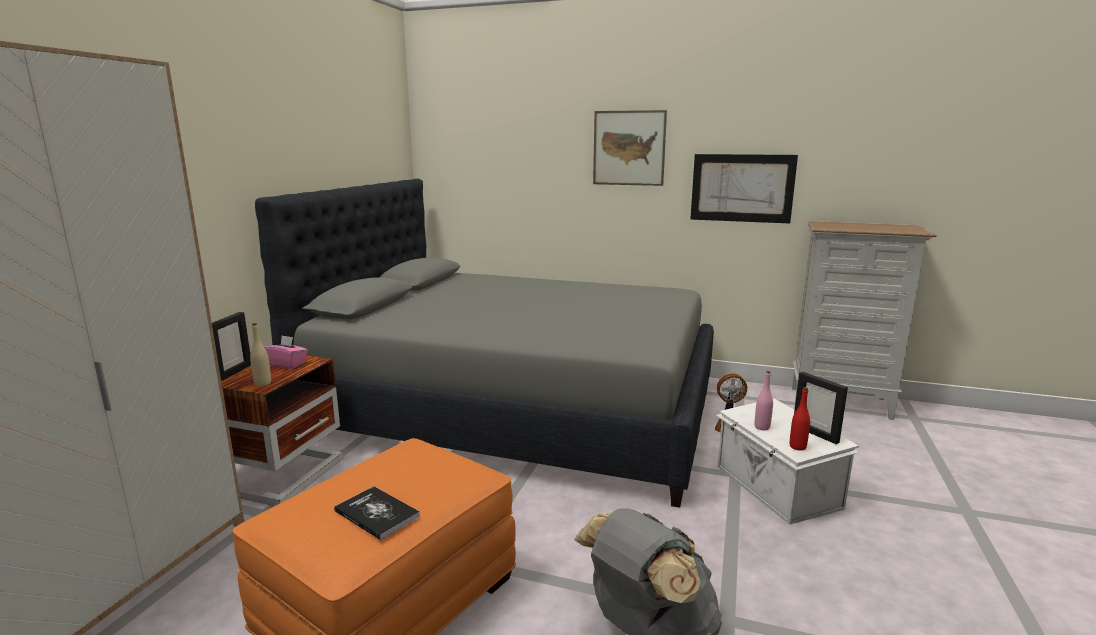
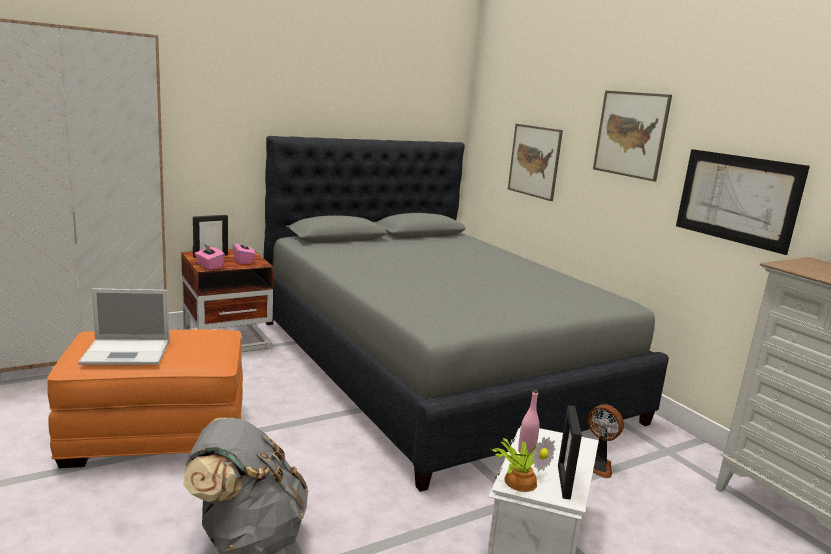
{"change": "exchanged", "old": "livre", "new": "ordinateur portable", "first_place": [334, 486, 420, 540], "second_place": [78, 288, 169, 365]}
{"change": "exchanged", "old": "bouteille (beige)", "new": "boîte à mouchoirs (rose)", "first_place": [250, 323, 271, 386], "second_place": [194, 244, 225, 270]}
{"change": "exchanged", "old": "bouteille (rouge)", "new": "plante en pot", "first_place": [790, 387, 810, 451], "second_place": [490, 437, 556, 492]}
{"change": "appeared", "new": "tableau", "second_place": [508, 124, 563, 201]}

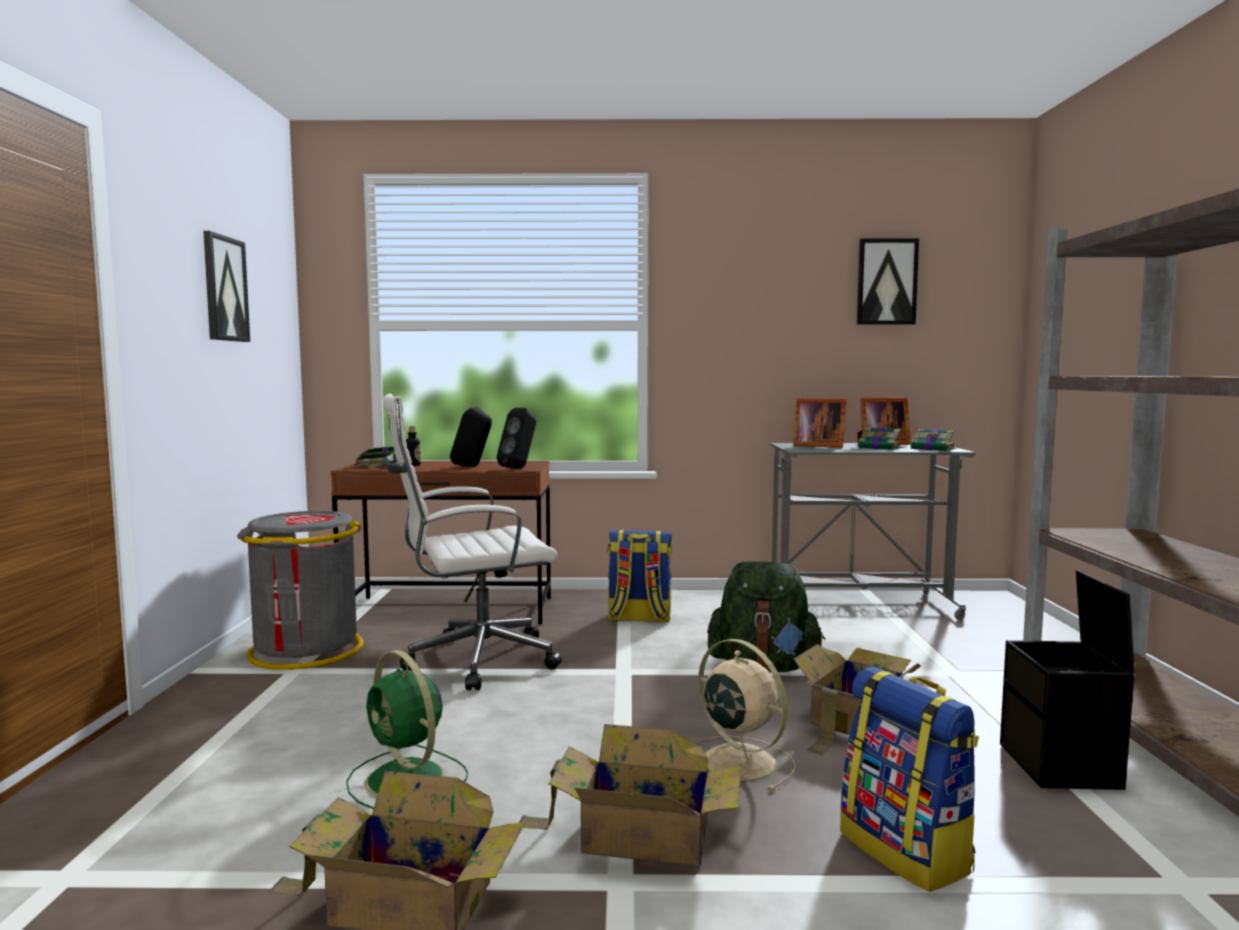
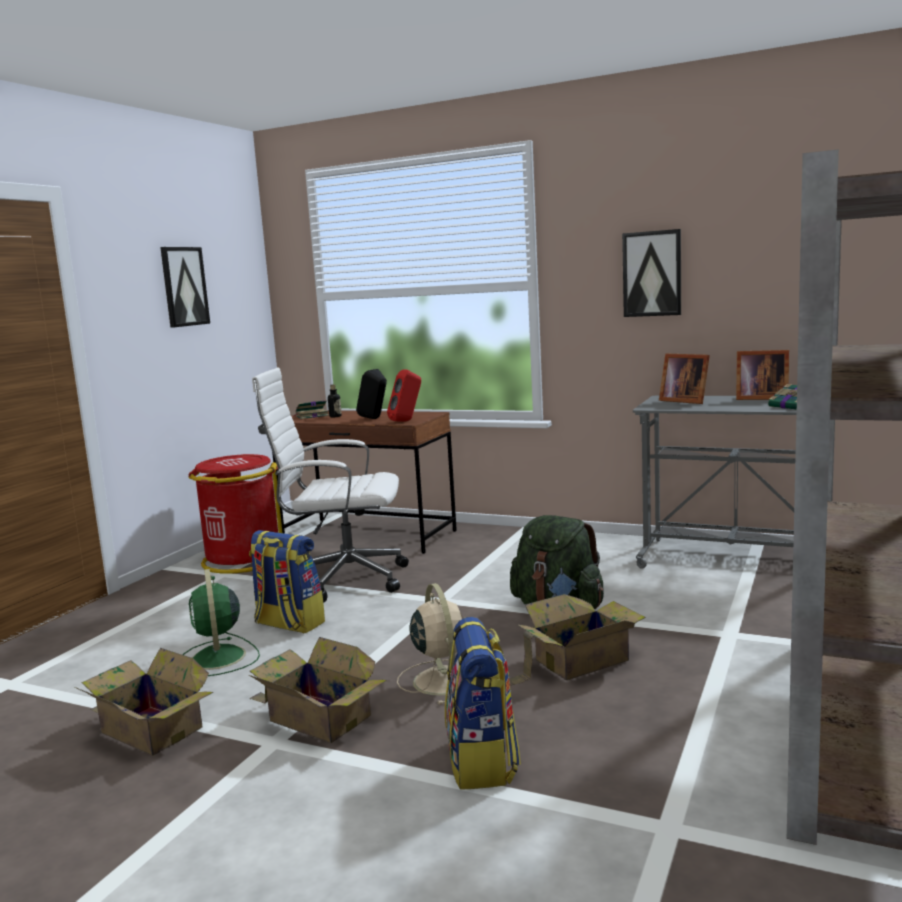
{"change": "colour", "old": "poubelle (gris)", "new": "poubelle (rouge)", "first_place": [237, 511, 363, 670], "second_place": [188, 454, 282, 574]}
{"change": "relocated", "old": "sac à dos", "first_place": [607, 530, 672, 622], "second_place": [249, 530, 325, 634]}
{"change": "colour", "old": "enceinte (noir)", "new": "enceinte (rouge)", "first_place": [496, 408, 536, 468], "second_place": [387, 369, 421, 422]}
{"change": "relocated", "old": "tableau", "first_place": [857, 238, 919, 325], "second_place": [622, 229, 681, 317]}
{"change": "missing", "old": "livre", "first_place": [858, 427, 903, 450]}
{"change": "missing", "old": "boîte de rangement (noir)", "first_place": [1000, 570, 1135, 790]}

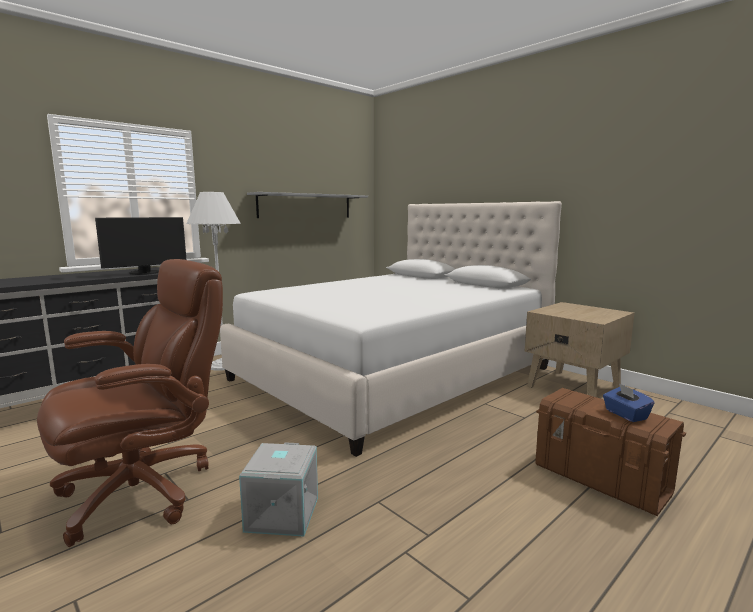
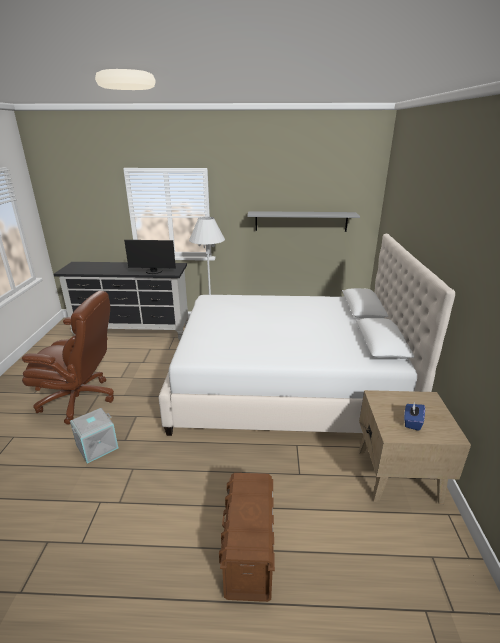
{"change": "relocated", "old": "boîte à mouchoirs (bleu)", "first_place": [603, 383, 655, 422], "second_place": [404, 402, 425, 431]}

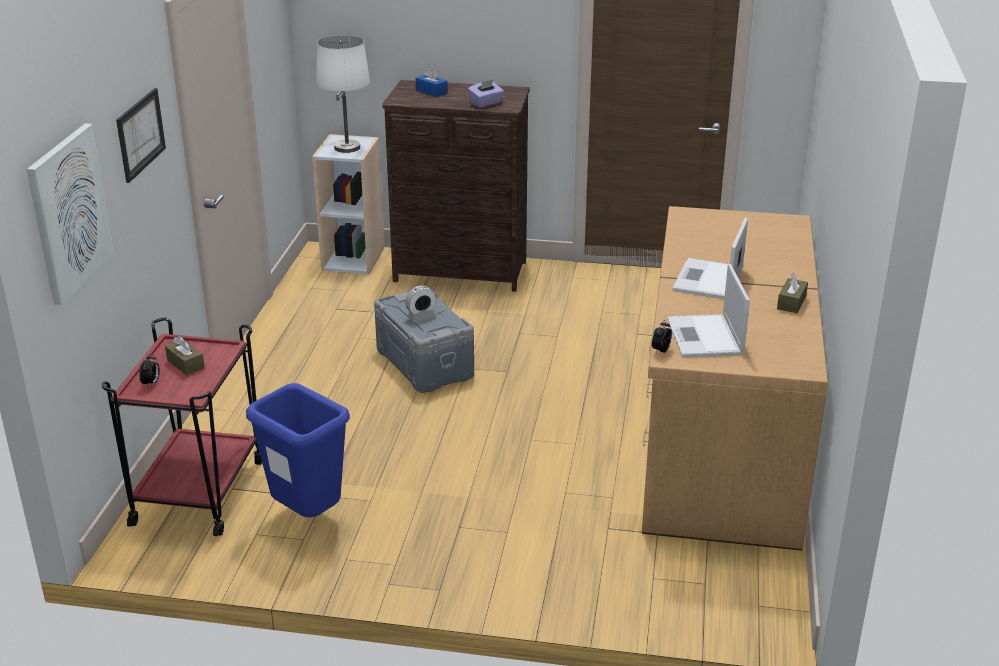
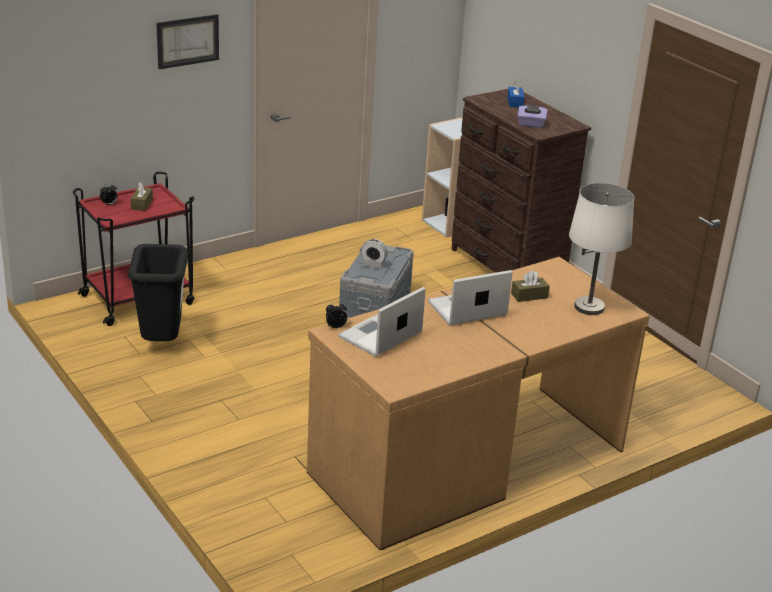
{"change": "colour", "old": "poubelle (bleu)", "new": "poubelle (noir)", "first_place": [246, 383, 350, 517], "second_place": [128, 244, 188, 341]}
{"change": "relocated", "old": "boîte à mouchoirs (marron)", "first_place": [777, 273, 808, 313], "second_place": [511, 270, 550, 302]}
{"change": "relocated", "old": "lampe de table (blanc)", "first_place": [316, 35, 370, 153], "second_place": [569, 183, 634, 315]}
{"change": "missing", "old": "tableau", "first_place": [27, 123, 114, 305]}

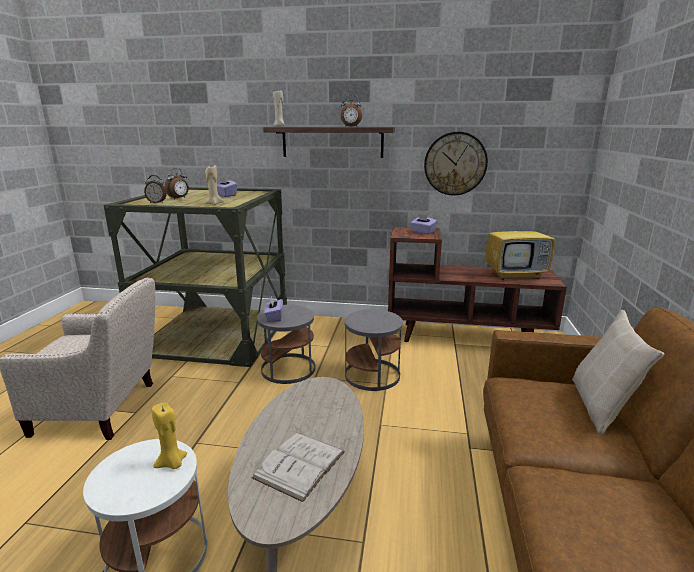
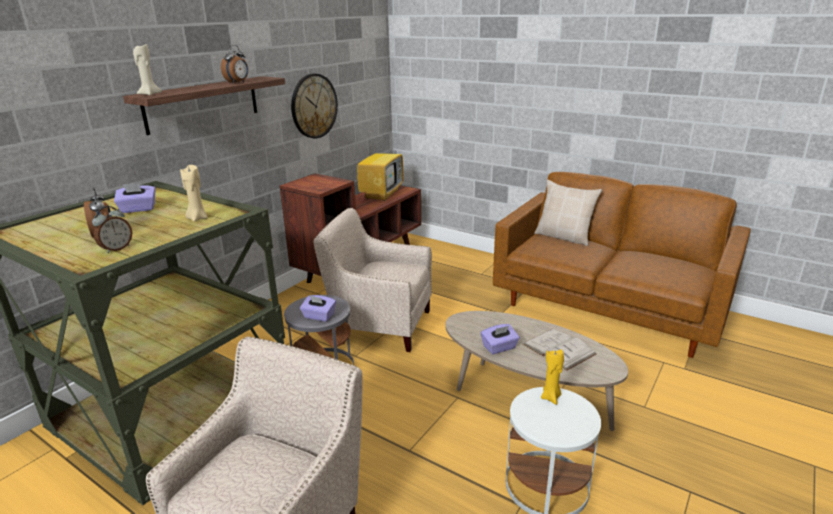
{"change": "exchanged", "old": "table d'appoint (gris)", "new": "fauteuil (beige)", "first_place": [345, 309, 403, 391], "second_place": [314, 208, 432, 352]}
{"change": "relocated", "old": "boîte à mouchoirs (violet)", "first_place": [410, 214, 437, 234], "second_place": [481, 324, 520, 354]}

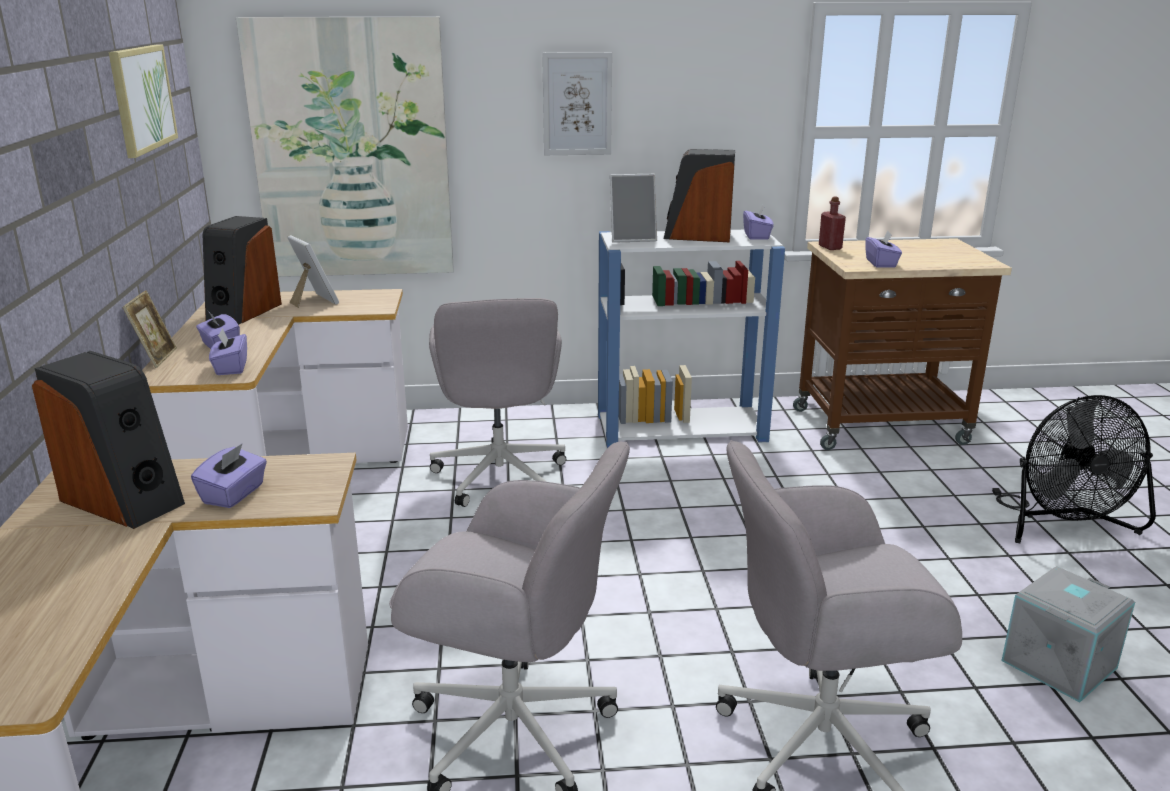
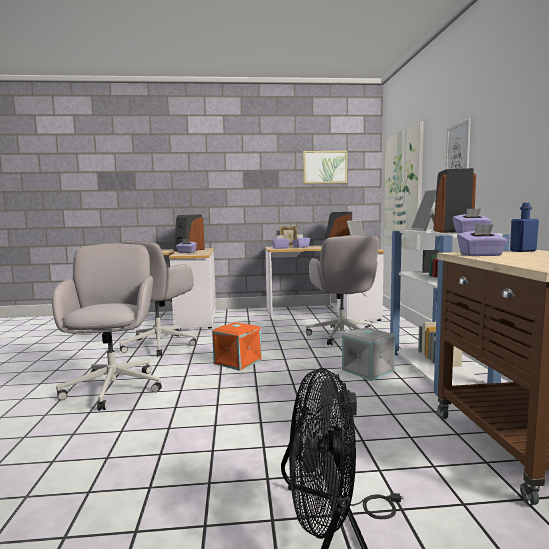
{"change": "appeared", "new": "boîte de rangement (orange)", "second_place": [212, 322, 262, 371]}
{"change": "spun", "old": "chaise de bureau (gris)", "first_place": [429, 298, 566, 507], "second_place": [306, 235, 379, 346], "degrees": -90}
{"change": "relocated", "old": "boîte de rangement (gris)", "first_place": [1001, 566, 1135, 702], "second_place": [342, 327, 395, 381]}
{"change": "colour", "old": "bouteille (rouge)", "new": "bouteille (bleu)", "first_place": [819, 196, 846, 250], "second_place": [510, 203, 539, 252]}

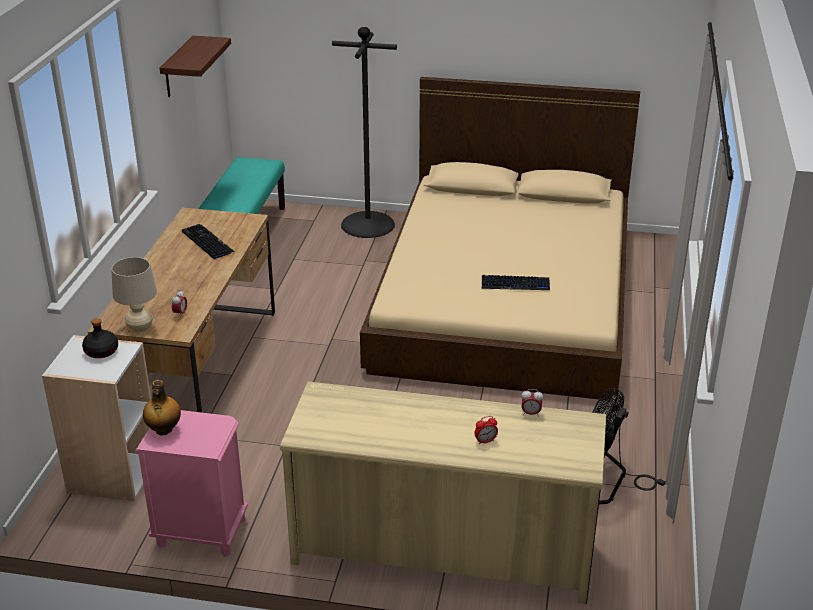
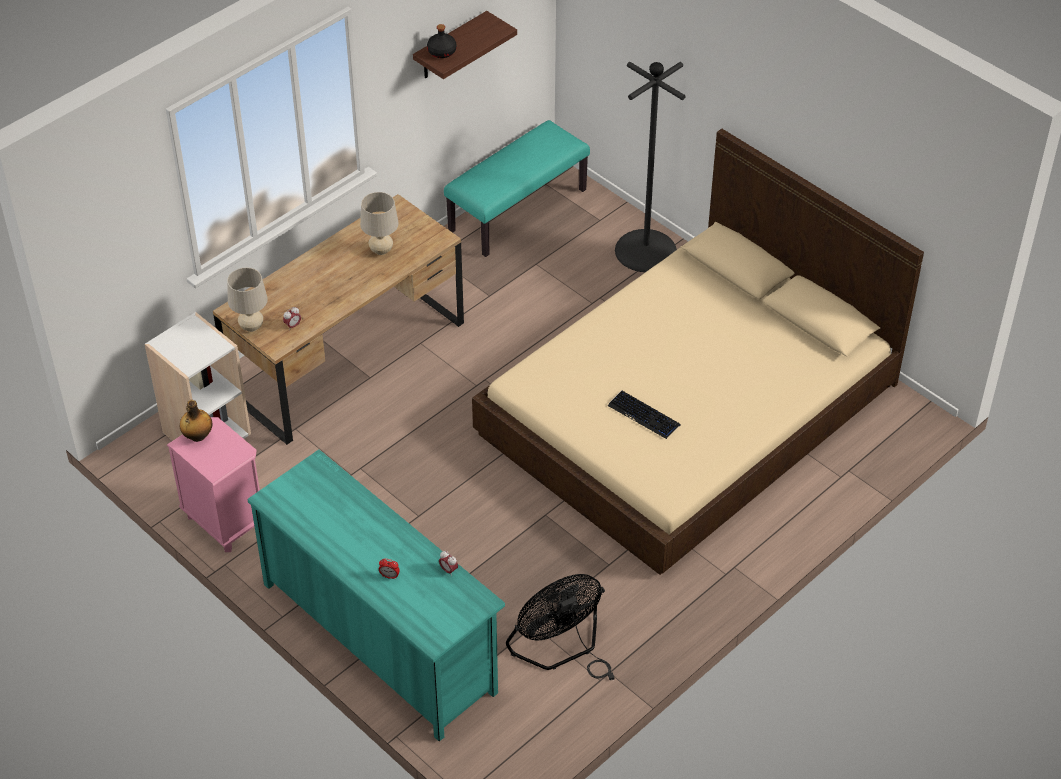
{"change": "colour", "old": "commode (beige)", "new": "commode (turquoise)", "first_place": [280, 381, 606, 604], "second_place": [248, 450, 505, 741]}
{"change": "exchanged", "old": "clavier", "new": "lampe de table (beige)", "first_place": [182, 224, 235, 260], "second_place": [360, 192, 399, 255]}
{"change": "relocated", "old": "bouteille (noir)", "first_place": [82, 318, 118, 358], "second_place": [427, 24, 457, 58]}

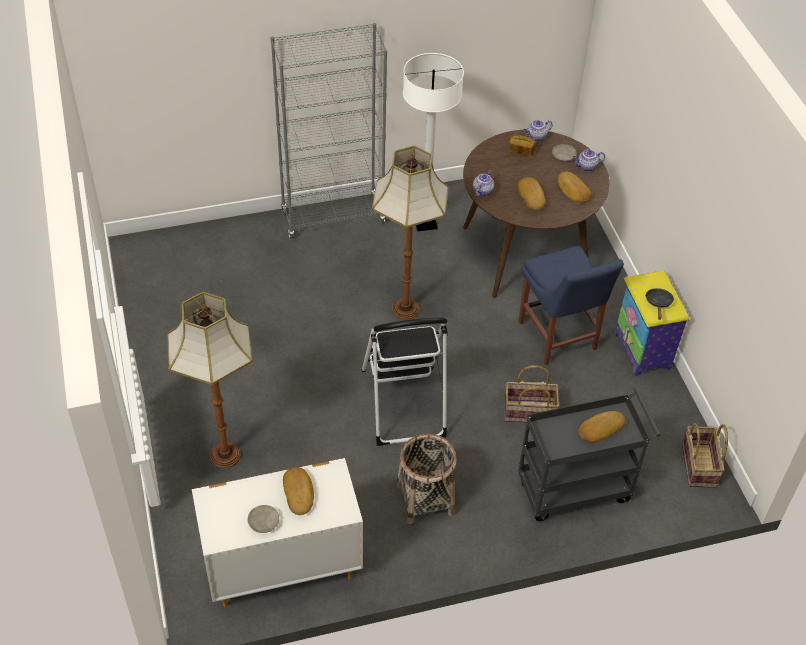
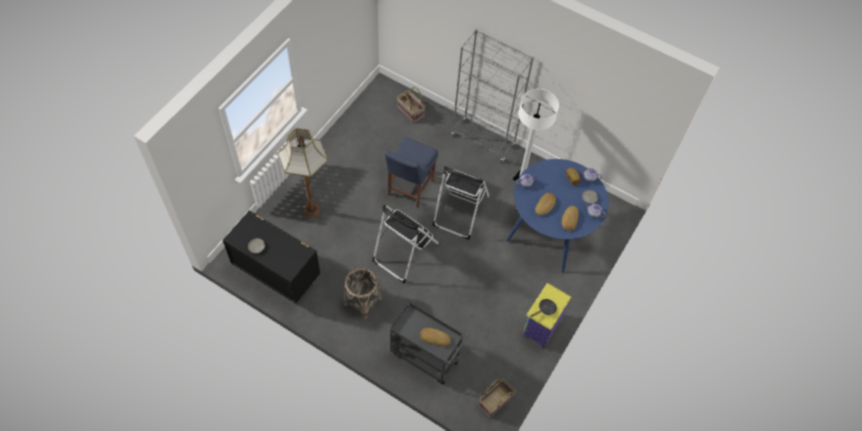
{"change": "colour", "old": "commode (blanc)", "new": "commode (noir)", "first_place": [192, 458, 363, 607], "second_place": [223, 210, 320, 305]}
{"change": "relocated", "old": "chaise (bleu)", "first_place": [519, 246, 624, 365], "second_place": [385, 137, 438, 208]}
{"change": "relocated", "old": "panier", "first_place": [504, 365, 559, 423], "second_place": [397, 87, 426, 123]}
{"change": "exchanged", "old": "lampadaire", "new": "escabeau", "first_place": [372, 146, 449, 320], "second_place": [433, 166, 490, 240]}
{"change": "colour", "old": "table à manger (marron)", "new": "table à manger (bleu)", "first_place": [463, 130, 610, 298], "second_place": [506, 159, 609, 272]}
{"change": "missing", "old": "pain", "first_place": [283, 467, 314, 515]}

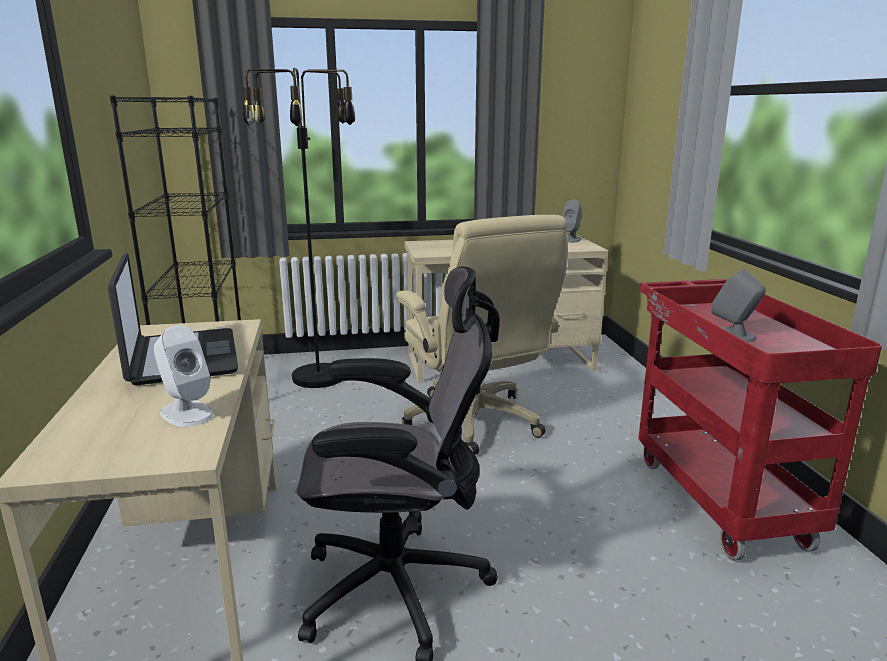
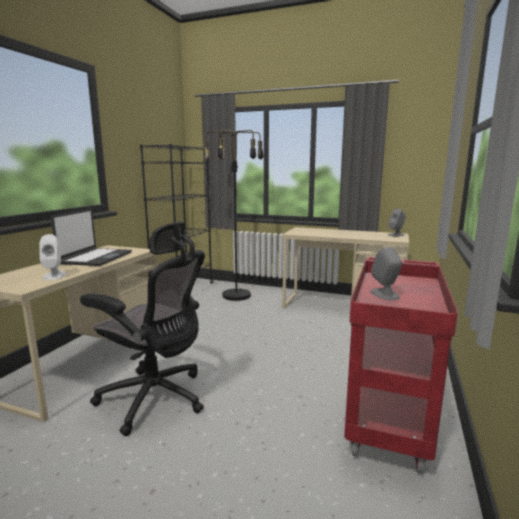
{"change": "missing", "old": "chaise de bureau (beige)", "first_place": [396, 215, 568, 455]}

